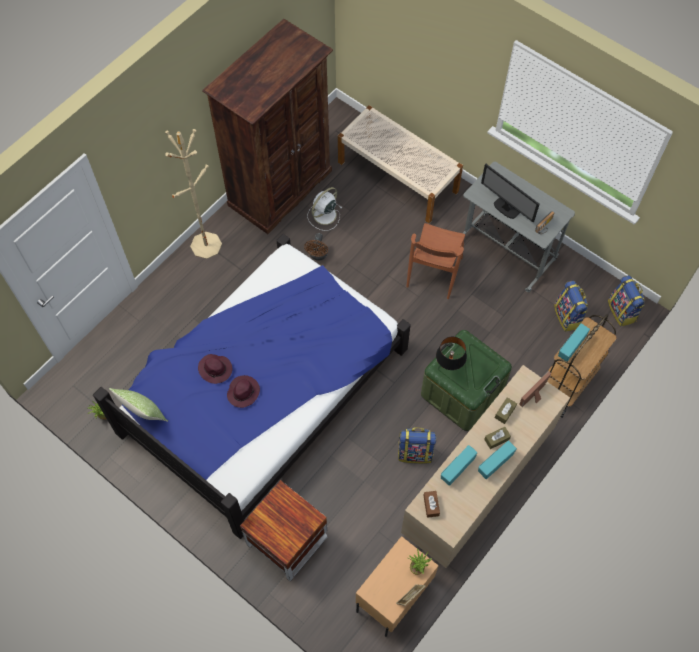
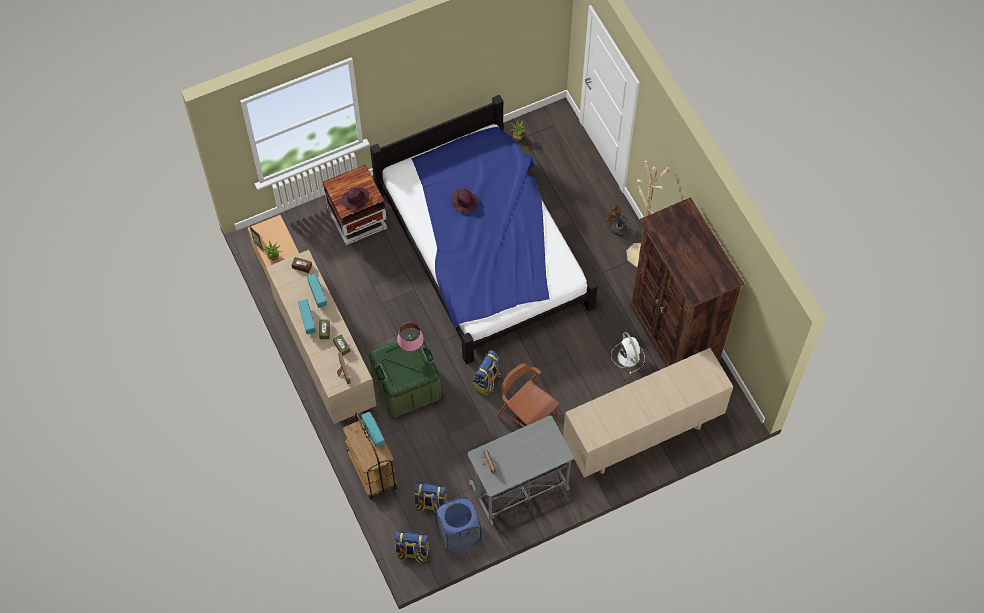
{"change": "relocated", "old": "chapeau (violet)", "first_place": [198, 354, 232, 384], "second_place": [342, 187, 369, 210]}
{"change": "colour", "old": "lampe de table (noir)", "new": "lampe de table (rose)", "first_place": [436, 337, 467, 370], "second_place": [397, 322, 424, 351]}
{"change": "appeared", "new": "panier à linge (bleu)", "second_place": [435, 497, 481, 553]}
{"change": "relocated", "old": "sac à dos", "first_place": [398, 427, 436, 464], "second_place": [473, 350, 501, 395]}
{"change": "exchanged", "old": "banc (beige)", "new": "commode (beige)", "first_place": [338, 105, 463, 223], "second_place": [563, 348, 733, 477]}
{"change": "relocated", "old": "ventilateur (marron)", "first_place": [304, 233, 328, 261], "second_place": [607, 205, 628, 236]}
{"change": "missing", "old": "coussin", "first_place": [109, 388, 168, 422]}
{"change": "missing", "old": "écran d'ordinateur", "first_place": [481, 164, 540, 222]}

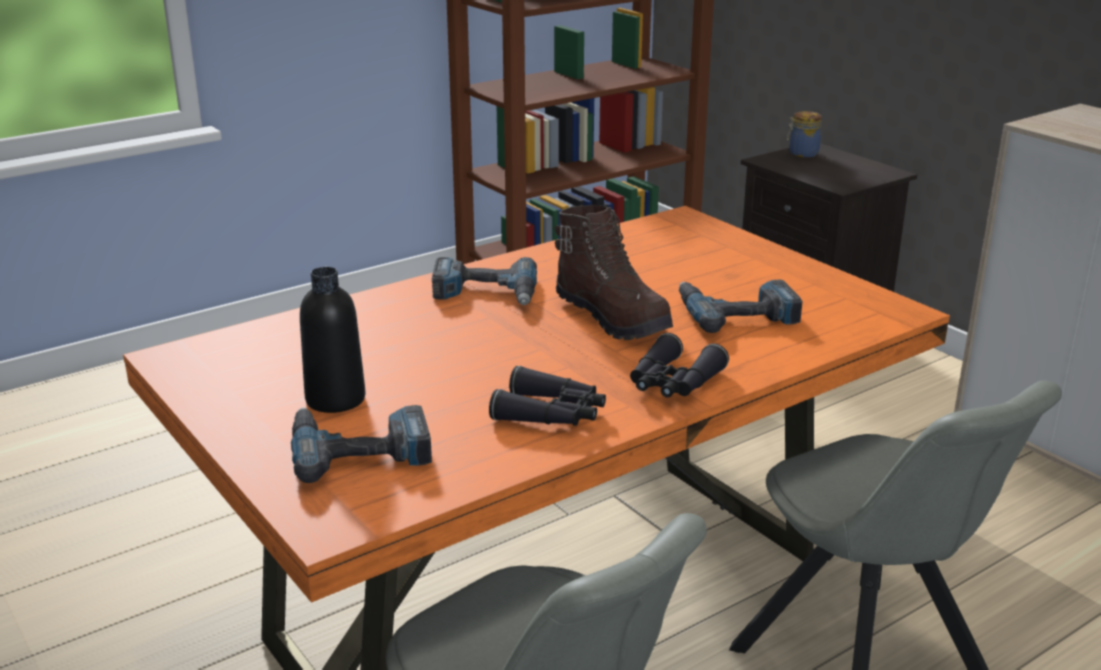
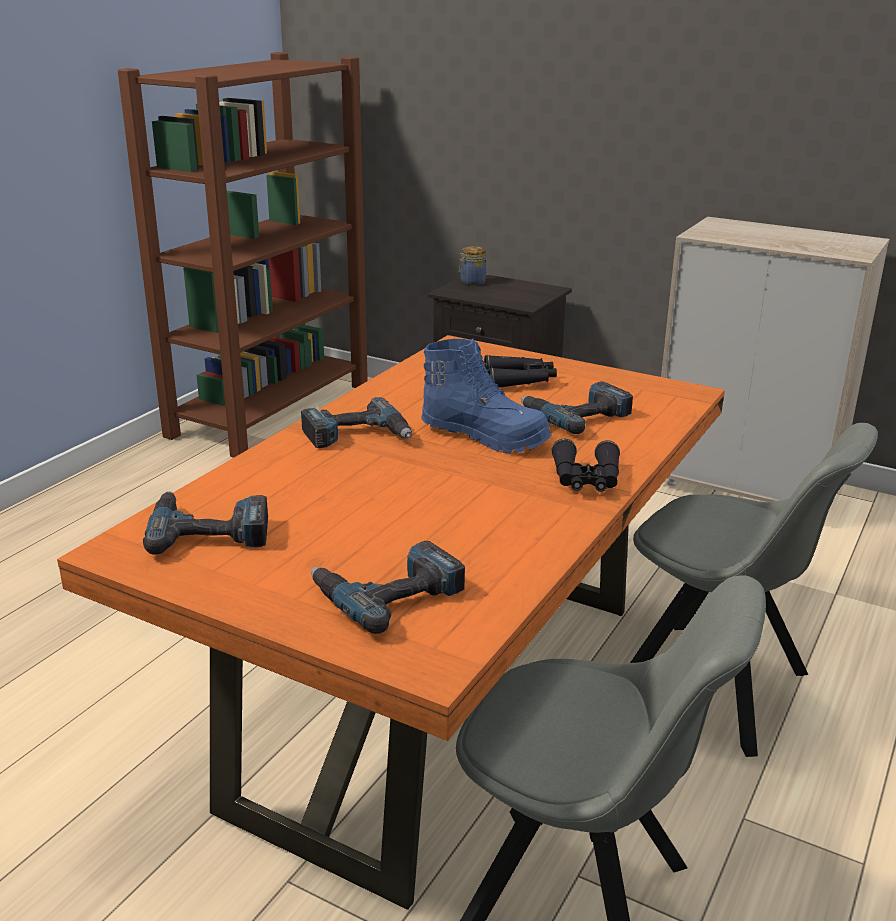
{"change": "appeared", "new": "perceuse", "second_place": [143, 491, 268, 555]}
{"change": "colour", "old": "botte (marron)", "new": "botte (bleu)", "first_place": [555, 205, 673, 340], "second_place": [421, 339, 551, 453]}
{"change": "relocated", "old": "jumelles (noir)", "first_place": [489, 366, 606, 426], "second_place": [484, 355, 557, 388]}
{"change": "missing", "old": "bouteille (noir)", "first_place": [300, 267, 366, 413]}

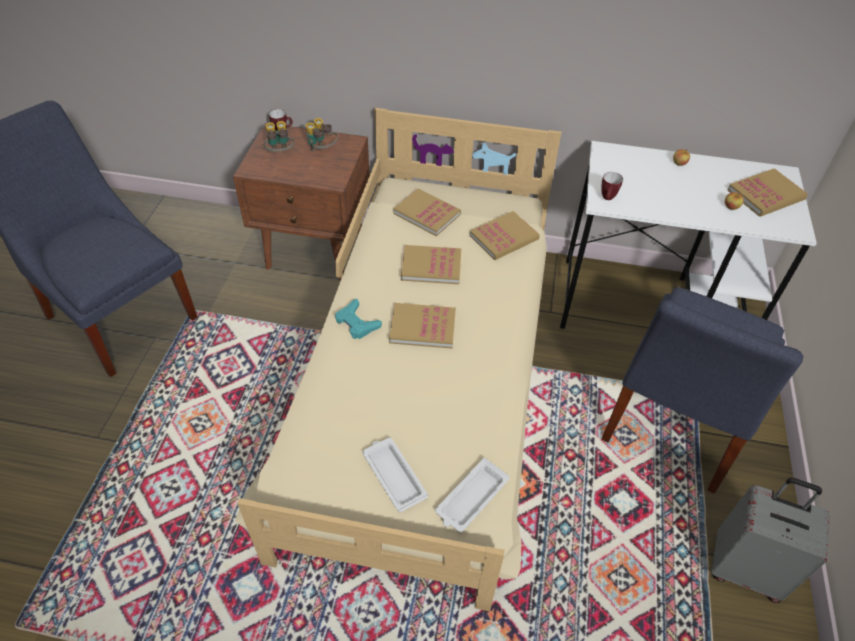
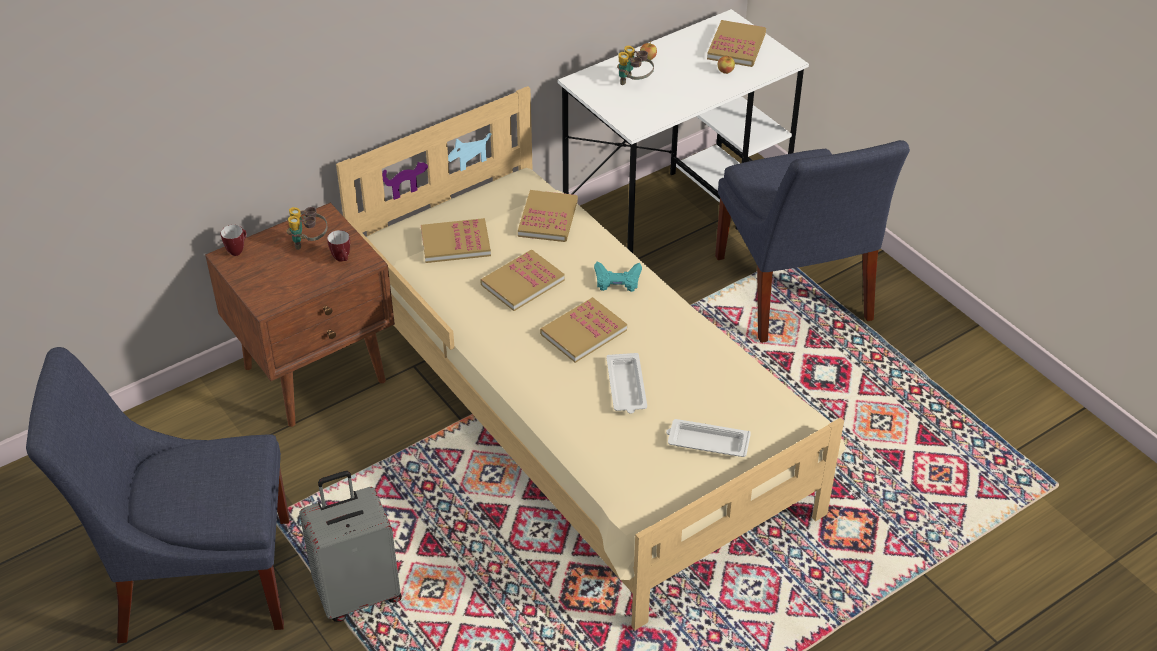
{"change": "relocated", "old": "valise (gris)", "first_place": [711, 478, 829, 603], "second_place": [299, 471, 402, 622]}
{"change": "relocated", "old": "mug", "first_place": [601, 172, 623, 200], "second_place": [327, 230, 350, 262]}
{"change": "relocated", "old": "manette (turquoise)", "first_place": [335, 299, 382, 339], "second_place": [594, 261, 642, 292]}
{"change": "relocated", "old": "plateau (blanc)", "first_place": [435, 458, 510, 532], "second_place": [606, 353, 647, 414]}
{"change": "relocated", "old": "jumelles", "first_place": [264, 121, 294, 152], "second_place": [617, 46, 654, 85]}

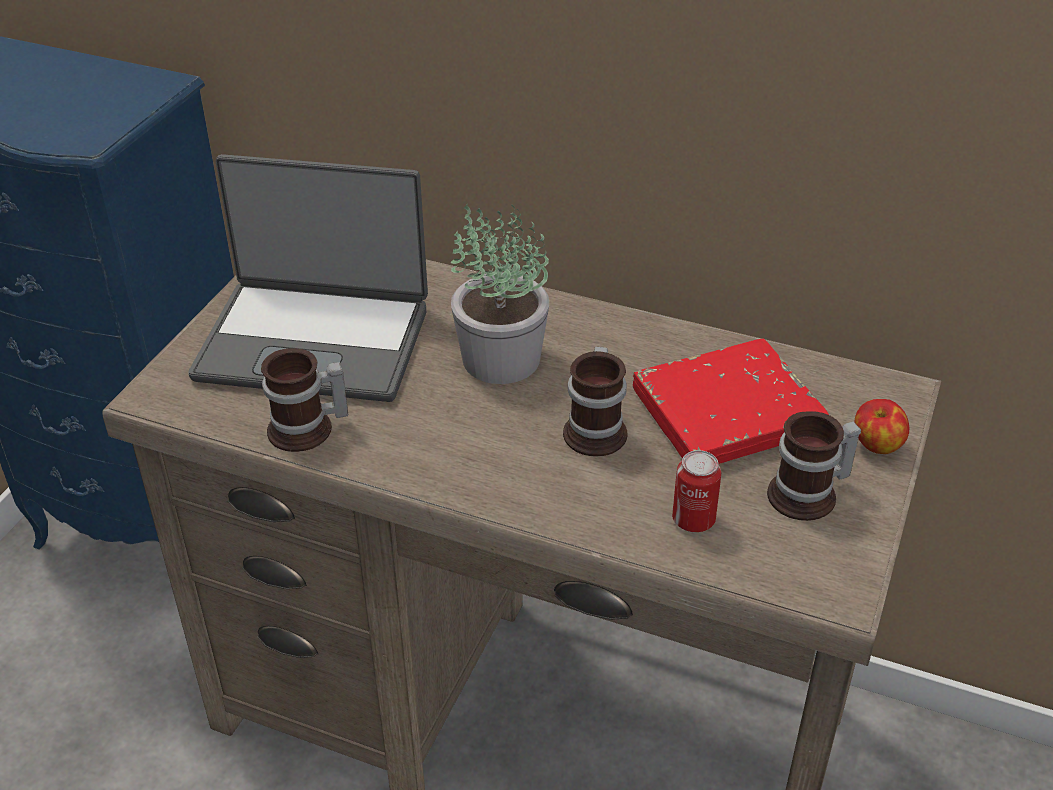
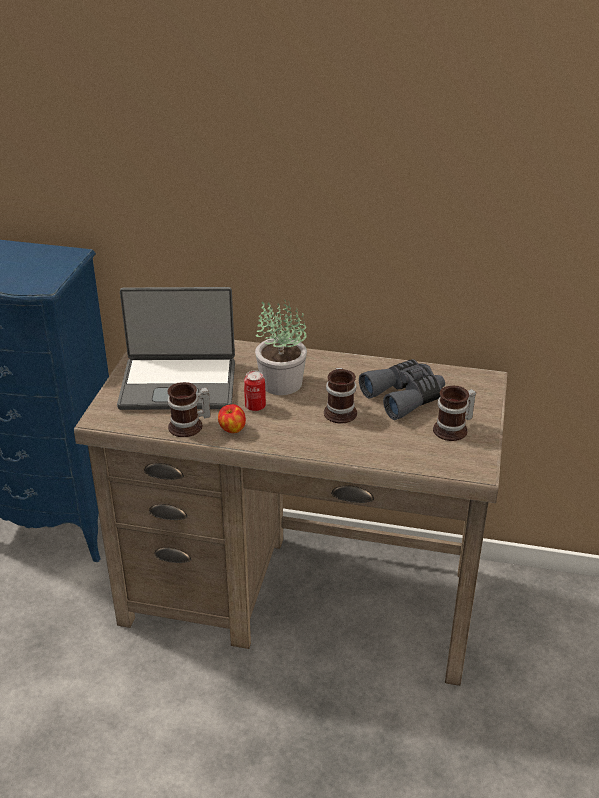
{"change": "relocated", "old": "pomme", "first_place": [855, 399, 909, 454], "second_place": [218, 404, 246, 433]}
{"change": "relocated", "old": "boîte métallique", "first_place": [672, 450, 721, 532], "second_place": [244, 371, 266, 411]}
{"change": "exchanged", "old": "livre (rouge)", "new": "jumelles (gris)", "first_place": [633, 338, 829, 464], "second_place": [359, 359, 445, 420]}

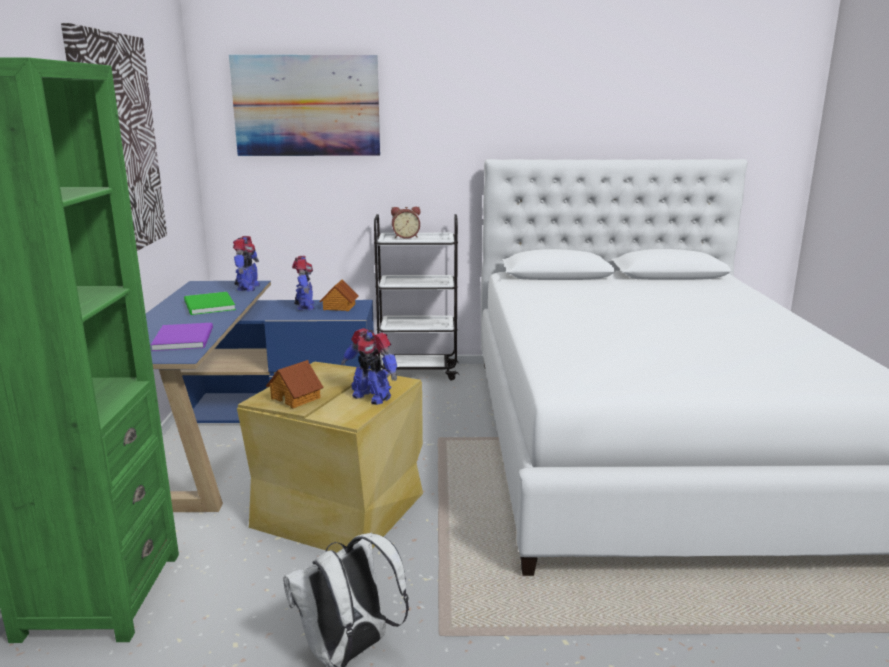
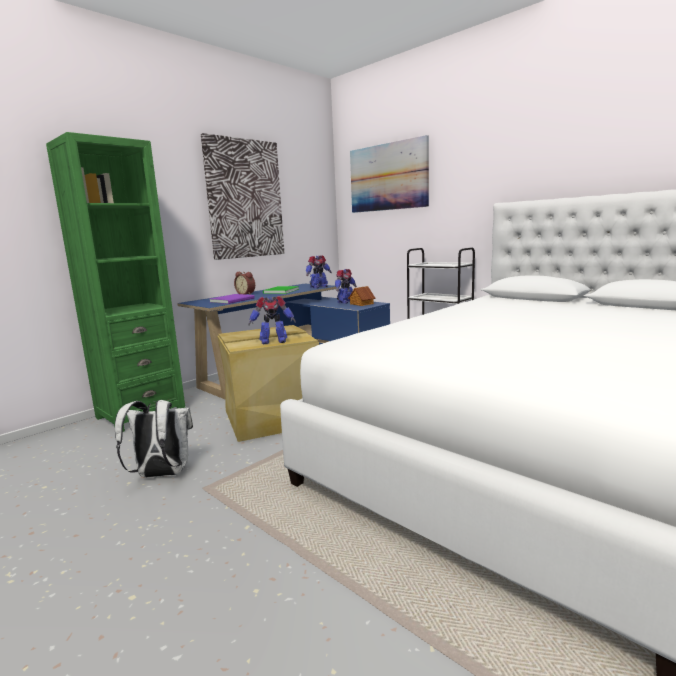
{"change": "relocated", "old": "réveil", "first_place": [391, 207, 420, 239], "second_place": [234, 272, 255, 295]}
{"change": "spun", "old": "robot jouet", "first_place": [341, 328, 397, 405], "second_place": [248, 296, 296, 344], "degrees": -90}
{"change": "missing", "old": "maison miniature", "first_place": [266, 360, 324, 408]}

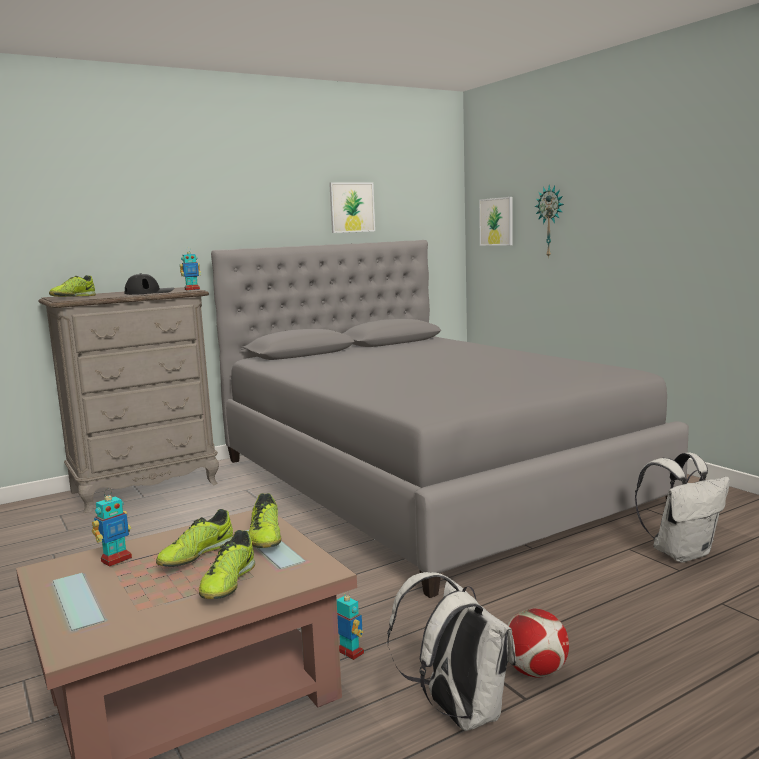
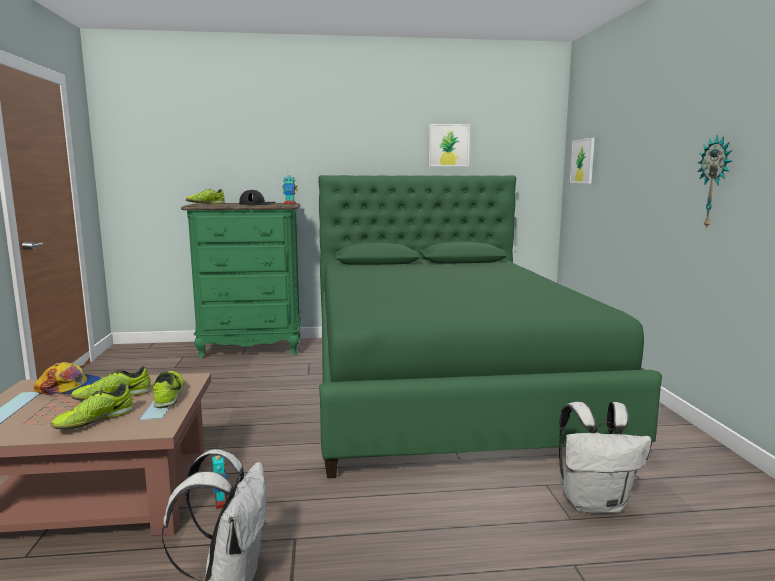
{"change": "exchanged", "old": "robot jouet", "new": "casquette", "first_place": [92, 489, 132, 567], "second_place": [34, 362, 102, 395]}
{"change": "spun", "old": "chaussure", "first_place": [249, 493, 281, 548], "second_place": [153, 371, 184, 408], "degrees": 150}
{"change": "colour", "old": "commode (beige)", "new": "commode (vert)", "first_place": [38, 287, 219, 513], "second_place": [181, 203, 301, 358]}
{"change": "colour", "old": "lit (gris)", "new": "lit (vert)", "first_place": [211, 240, 689, 598], "second_place": [318, 175, 662, 478]}
{"change": "relocated", "old": "horloge murale", "first_place": [535, 185, 564, 259], "second_place": [697, 135, 732, 229]}
{"change": "missing", "old": "ballon de foot", "first_place": [507, 608, 569, 678]}

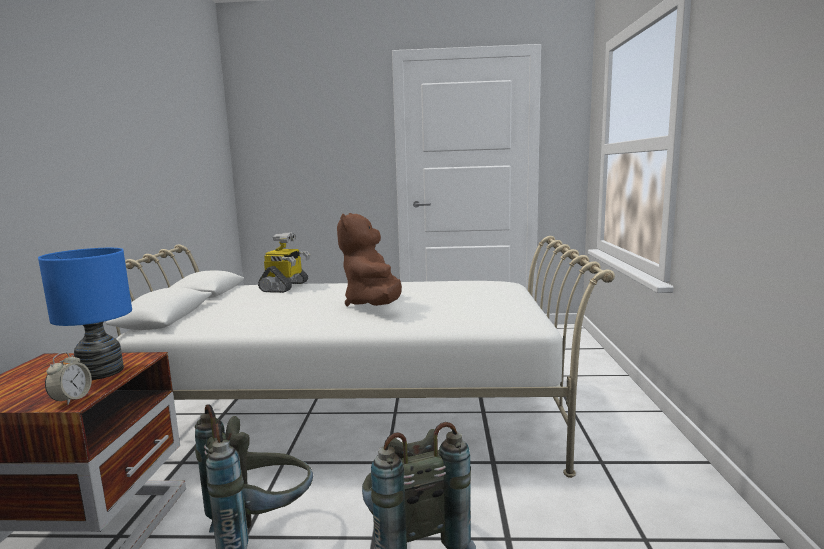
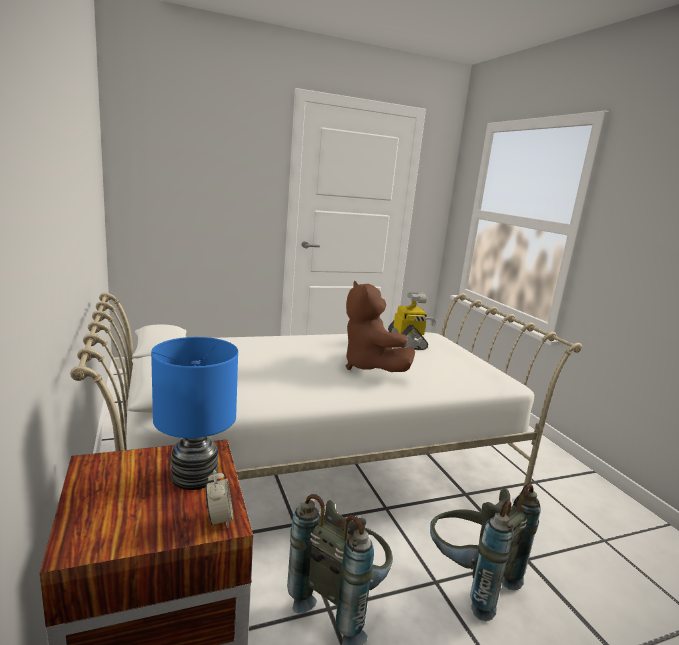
{"change": "relocated", "old": "robot jouet", "first_place": [258, 233, 311, 293], "second_place": [388, 292, 436, 350]}

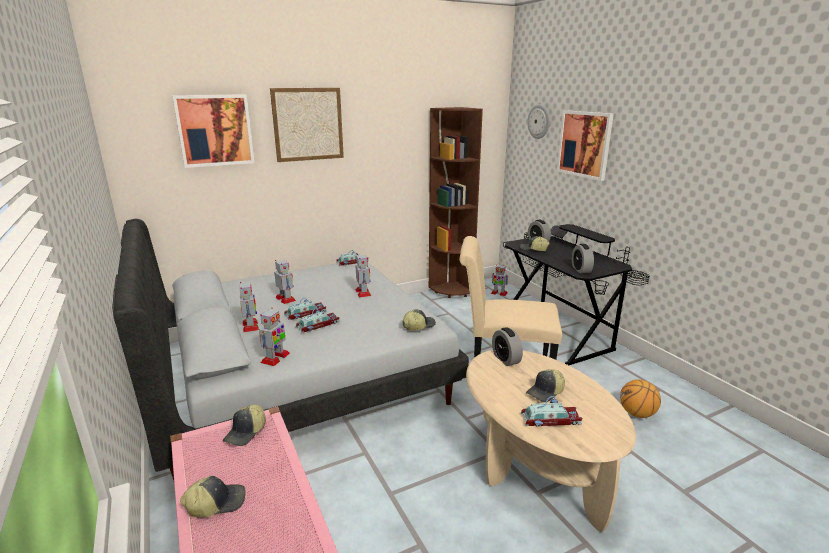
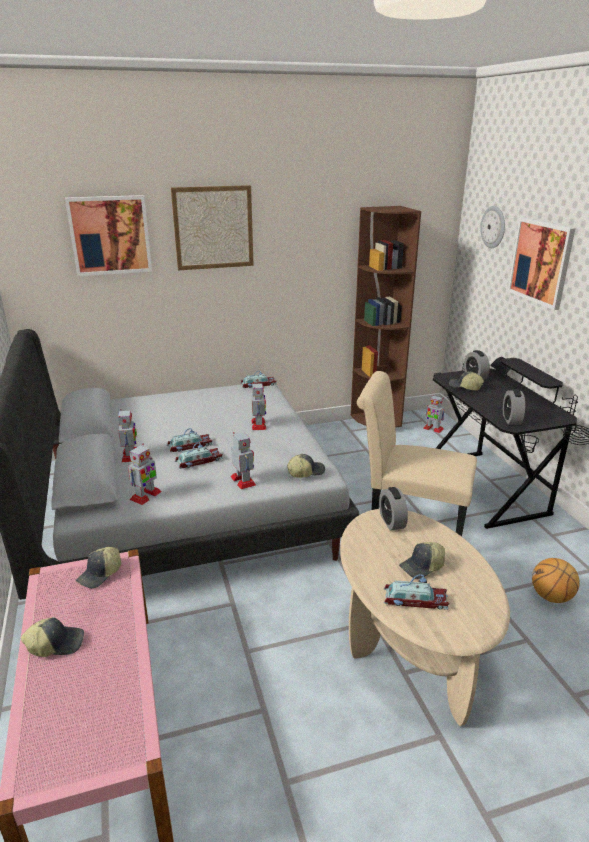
{"change": "relocated", "old": "robot jouet", "first_place": [274, 260, 296, 304], "second_place": [231, 432, 256, 489]}

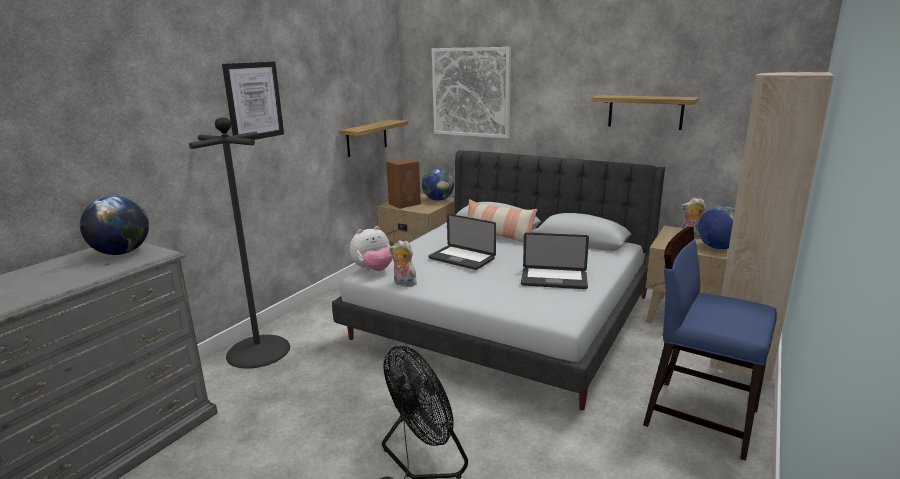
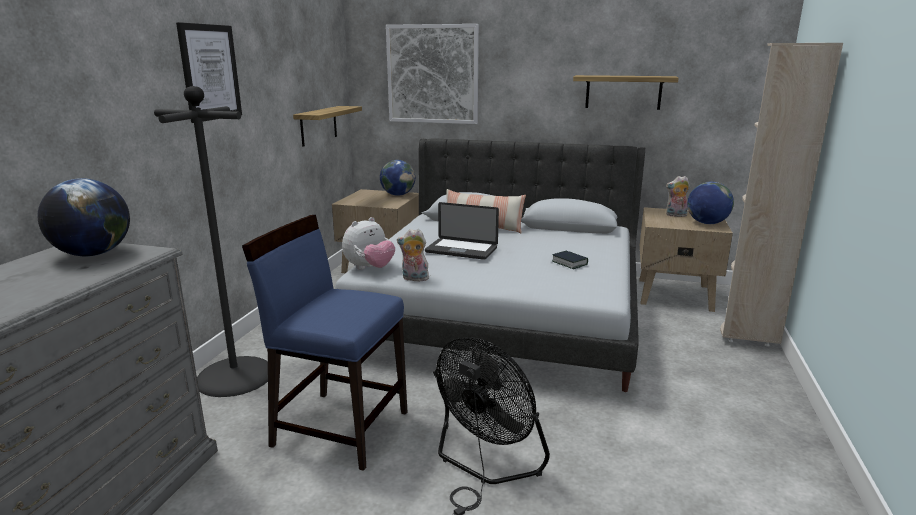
{"change": "relocated", "old": "chaise (bleu)", "first_place": [643, 227, 777, 461], "second_place": [242, 215, 407, 471]}
{"change": "exchanged", "old": "ordinateur portable", "new": "livre", "first_place": [521, 233, 589, 289], "second_place": [552, 251, 588, 269]}
{"change": "missing", "old": "enceinte (marron)", "first_place": [386, 158, 421, 209]}

